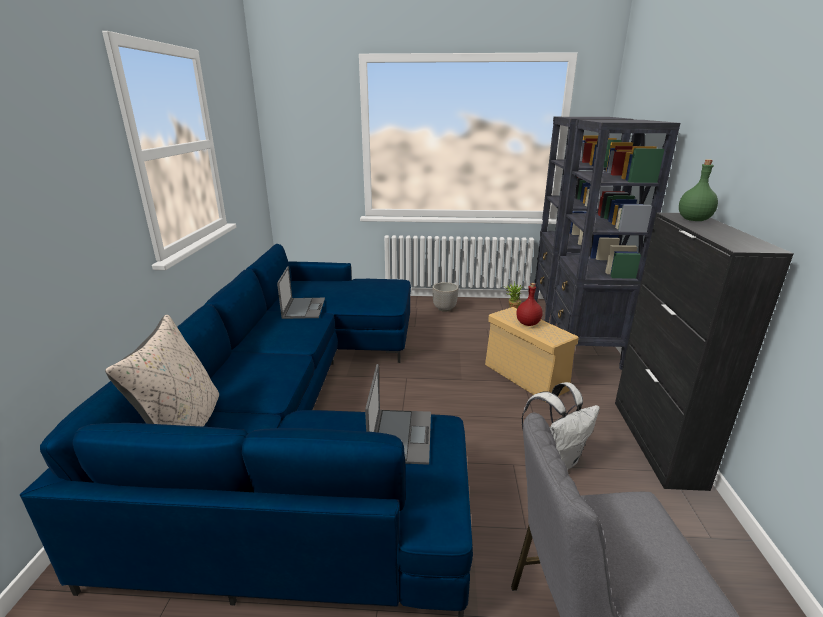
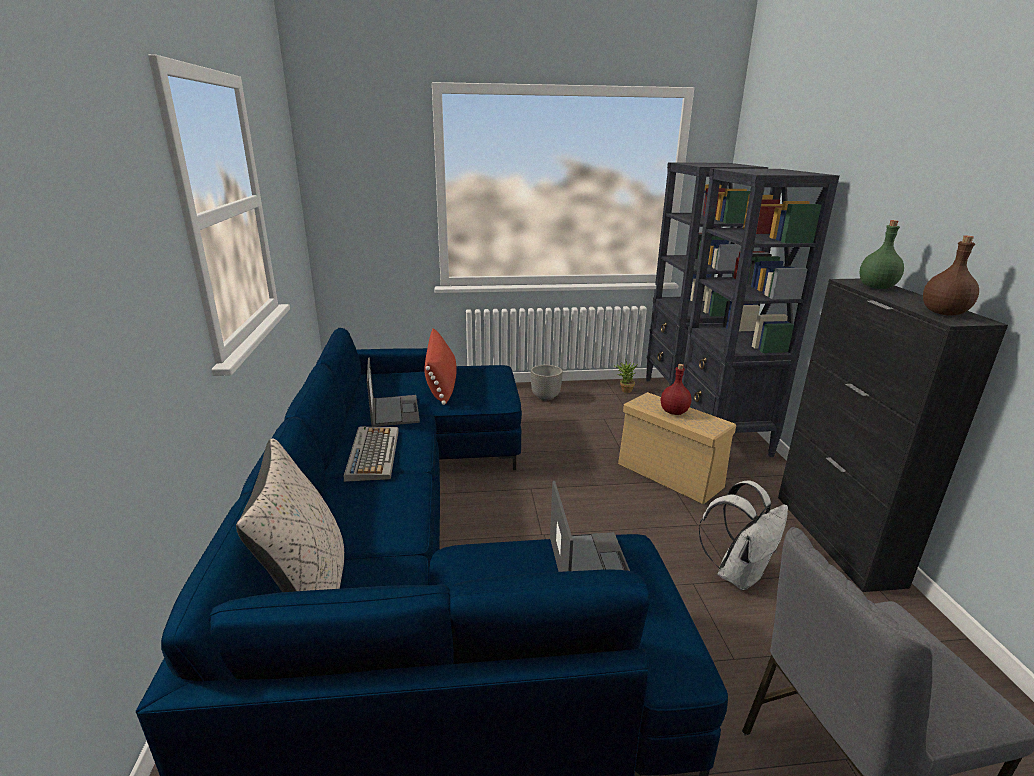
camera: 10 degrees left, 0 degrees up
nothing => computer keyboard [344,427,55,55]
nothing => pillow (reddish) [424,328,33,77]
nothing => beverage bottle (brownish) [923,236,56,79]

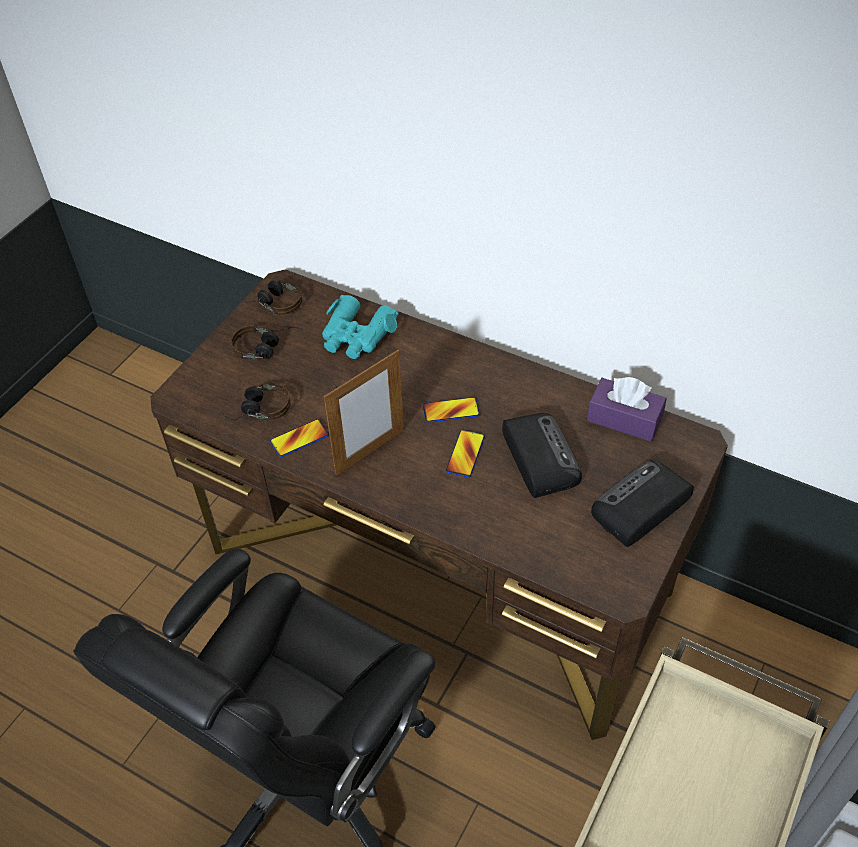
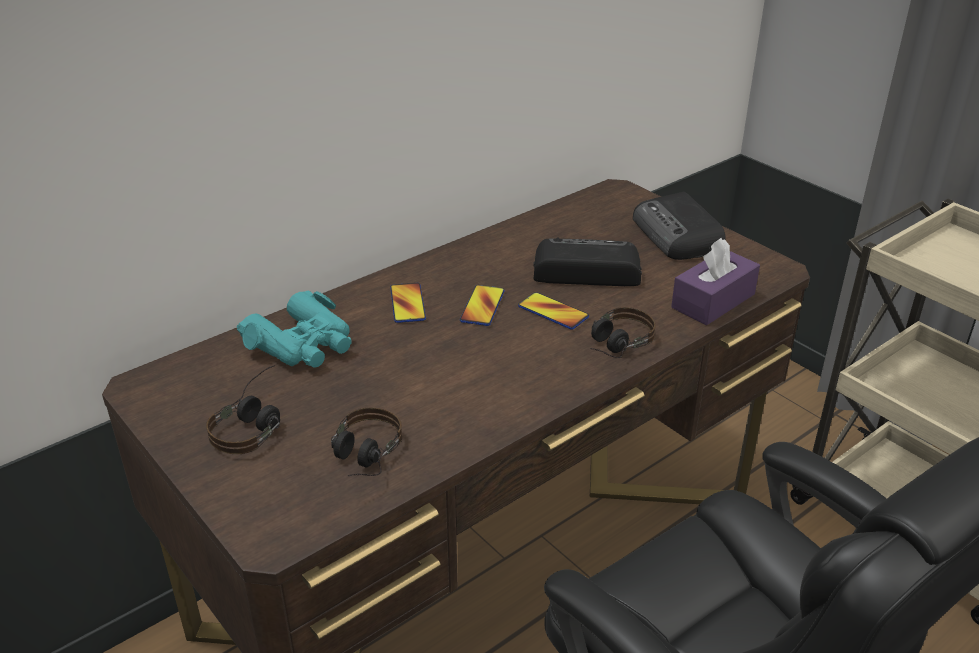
camera: 70 degrees left, 15 degrees down
photo frame [324,350,80,126] => nothing
headset [234,280,69,36] => headset [590,307,66,51], relocated
telephone [270,419,59,38] => telephone [390,283,36,40], relocated
box of tissues (purple-coloured) [587,377,80,64] => box of tissues (purple-coloured) [671,238,89,87], relocated

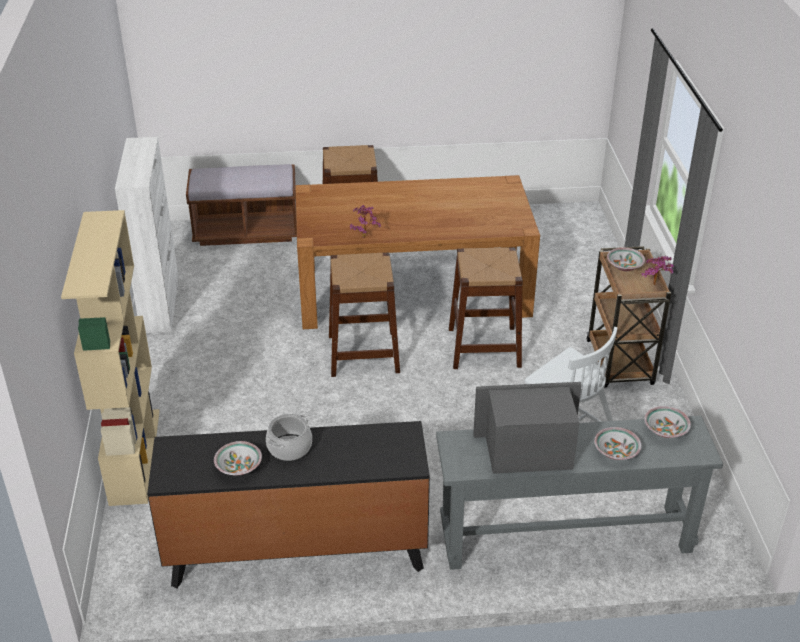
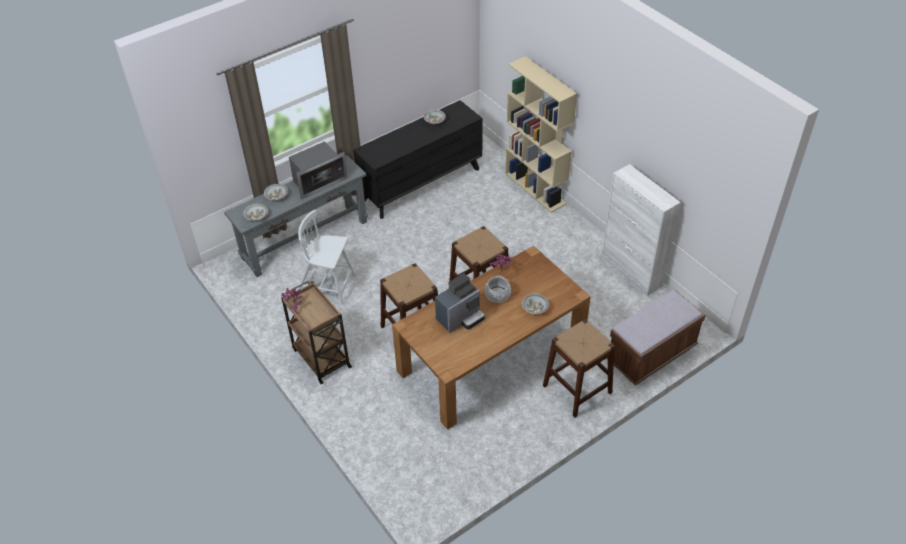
camera: 150 degrees right, 10 degrees up
nothing => coffee machine [435,273,50,60]
cooking pot [266,414,46,47] => cooking pot [485,275,26,28], relocated
bowl [607,248,38,23] => bowl [522,294,27,20], relocated

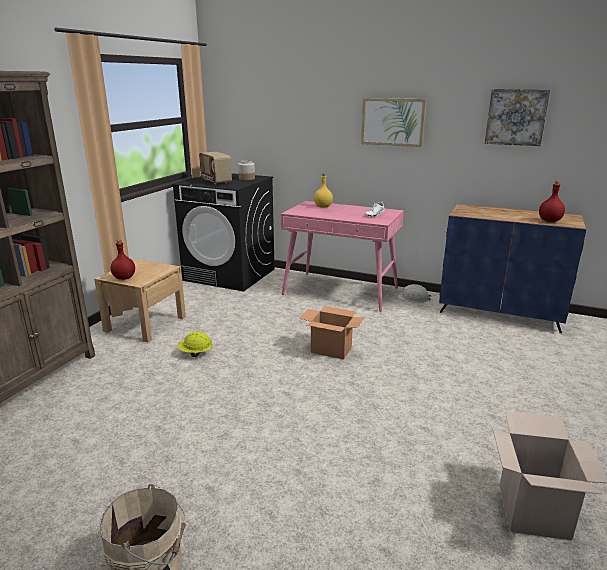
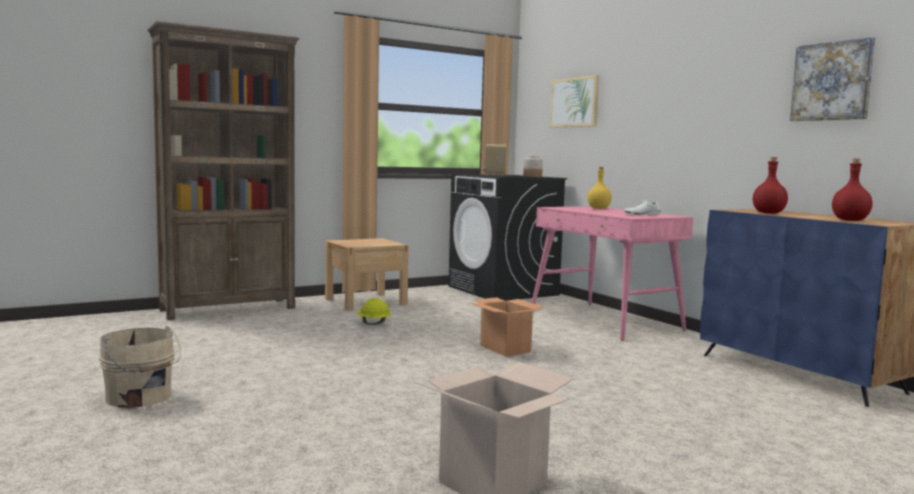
camera: 35 degrees right, 15 degrees down
safety helmet (white) [397,284,34,19] => nothing
beverage bottle (reddish) [111,240,24,40] => beverage bottle (reddish) [753,157,35,57], relocated
wall picture [361,98,65,49] => wall picture [550,75,49,53], relocated

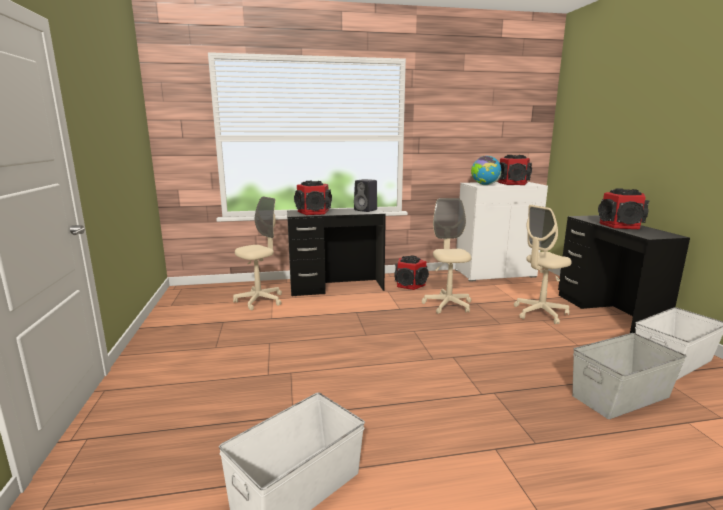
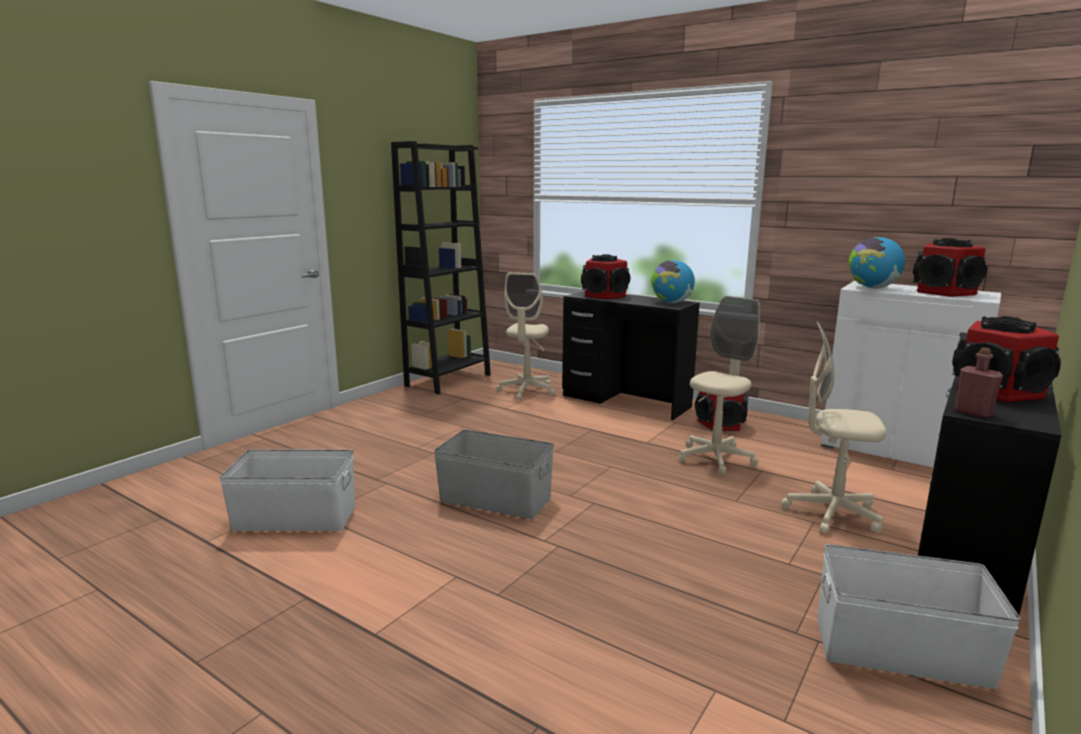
camera: 45 degrees right, 0 degrees up
nothing => bookshelf (black-coloured) [391,141,100,254]
nothing => beverage bottle (reddish) [955,348,48,70]
storage box (grey) [572,333,114,86] => storage box (grey) [434,429,120,90], relocated
loudspeaker (black-coloured) [354,179,23,33] => world globe [651,260,44,43]
computer chair (beige-coloured) [233,196,49,115] => computer chair (beige-coloured) [496,272,58,128], 105 degrees clockwise

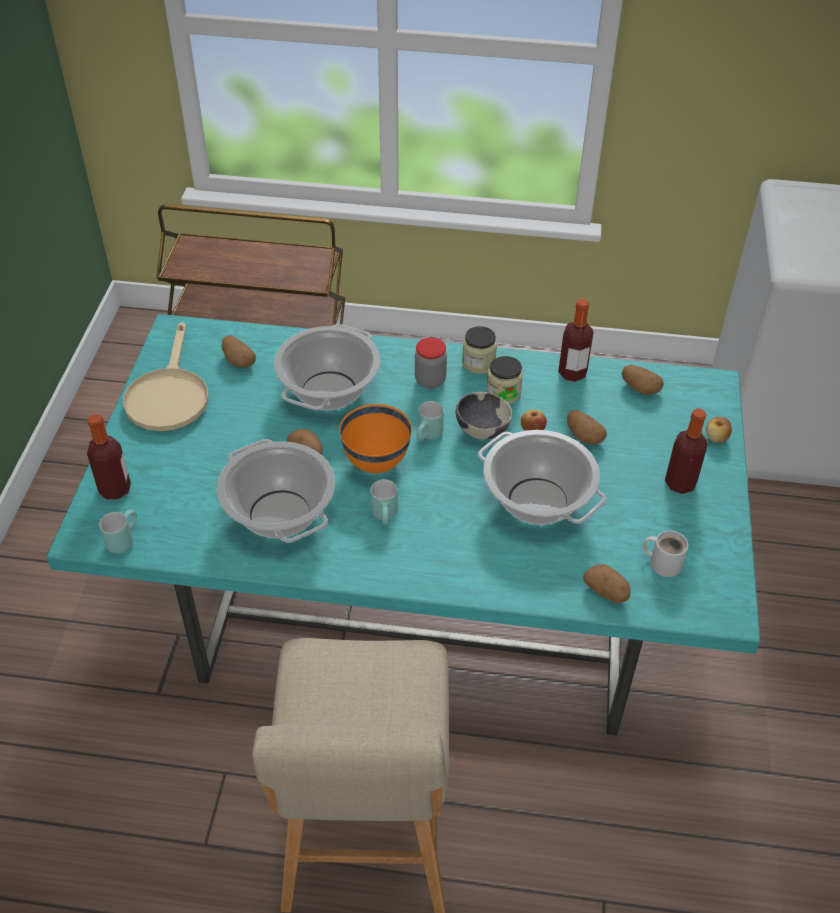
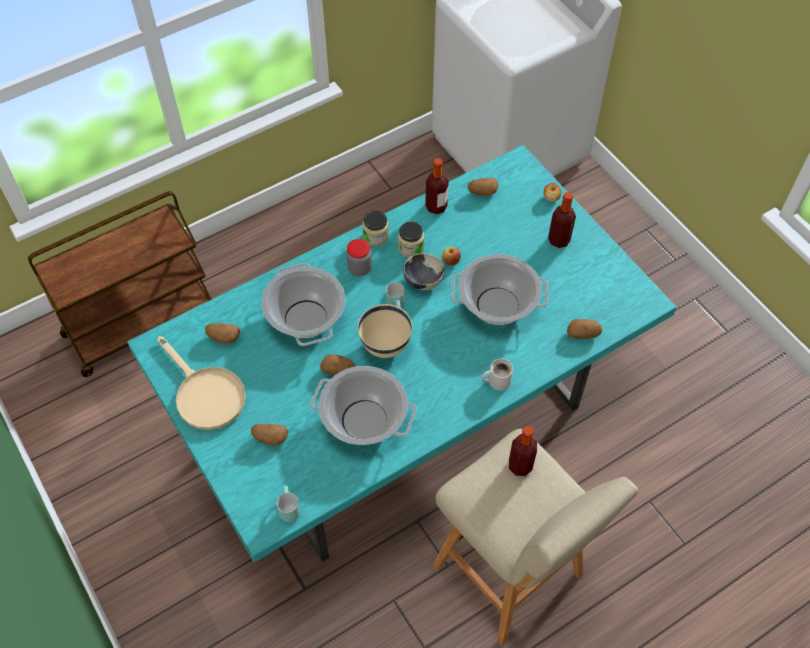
camera: 40 degrees left, 10 degrees up
mug (blue-green) [370,479,28,46] => nothing
beverage bottle [87,414,44,85] => beverage bottle [509,426,28,50], relocated
spud [567,410,40,34] => spud [251,424,37,22], relocated
mug (white) [643,530,45,47] => mug (white) [481,358,32,32], relocated
bowl (orange-coloured) [339,404,73,69] => bowl (beige-coloured) [358,304,54,54]

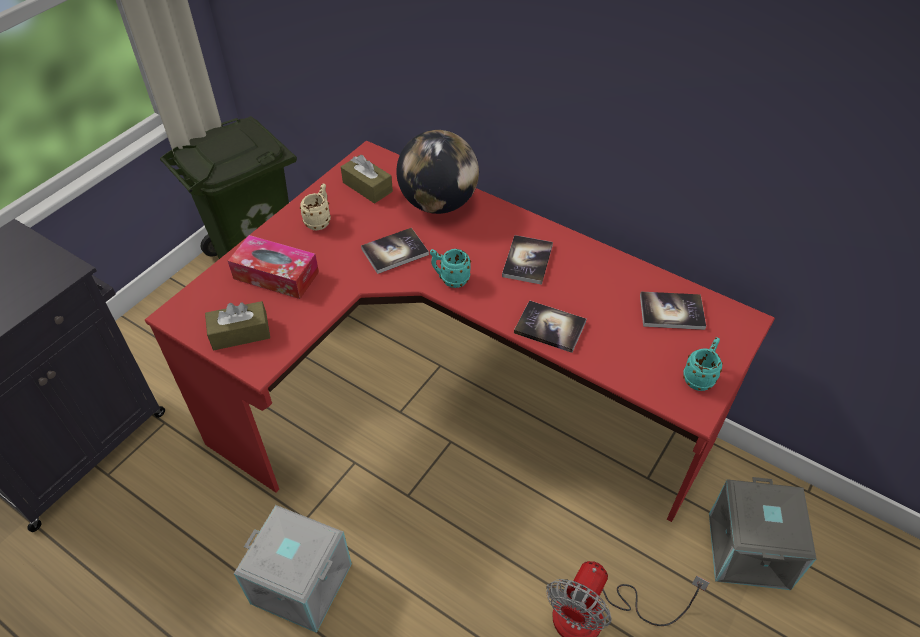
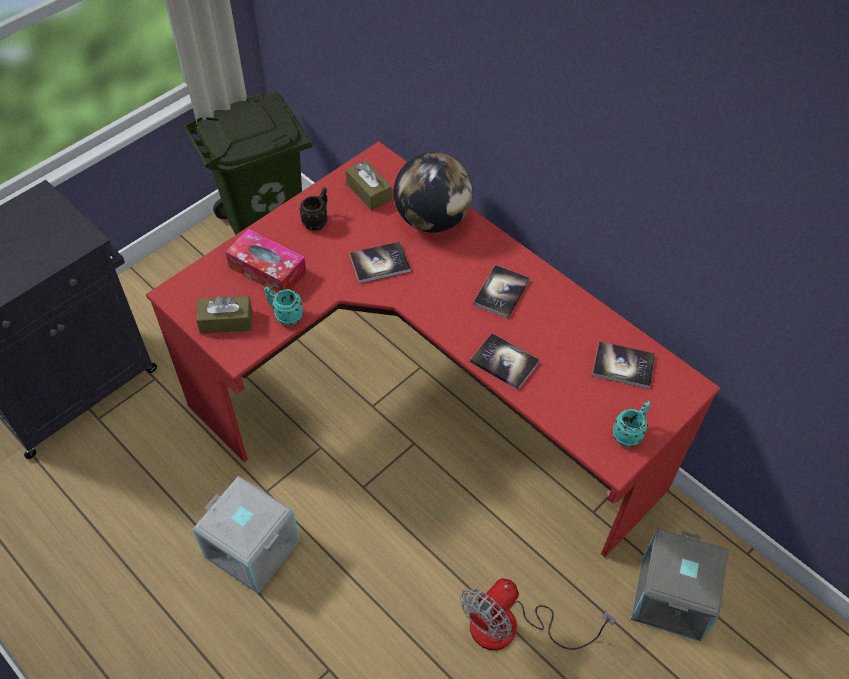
camera: 10 degrees right, 5 degrees up
mug (blue-green) [430,249,41,39] => mug (blue-green) [264,287,39,38], relocated
mug (beige-coloured) [300,183,31,47] => mug (black-coloured) [299,187,29,43]

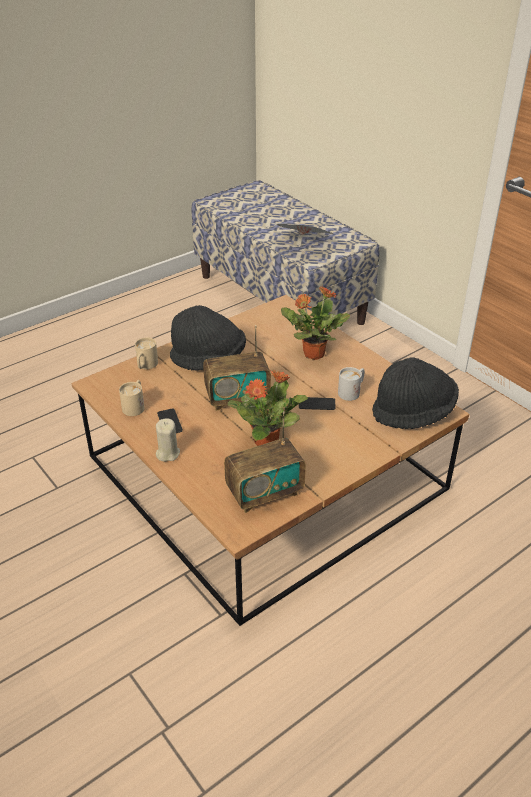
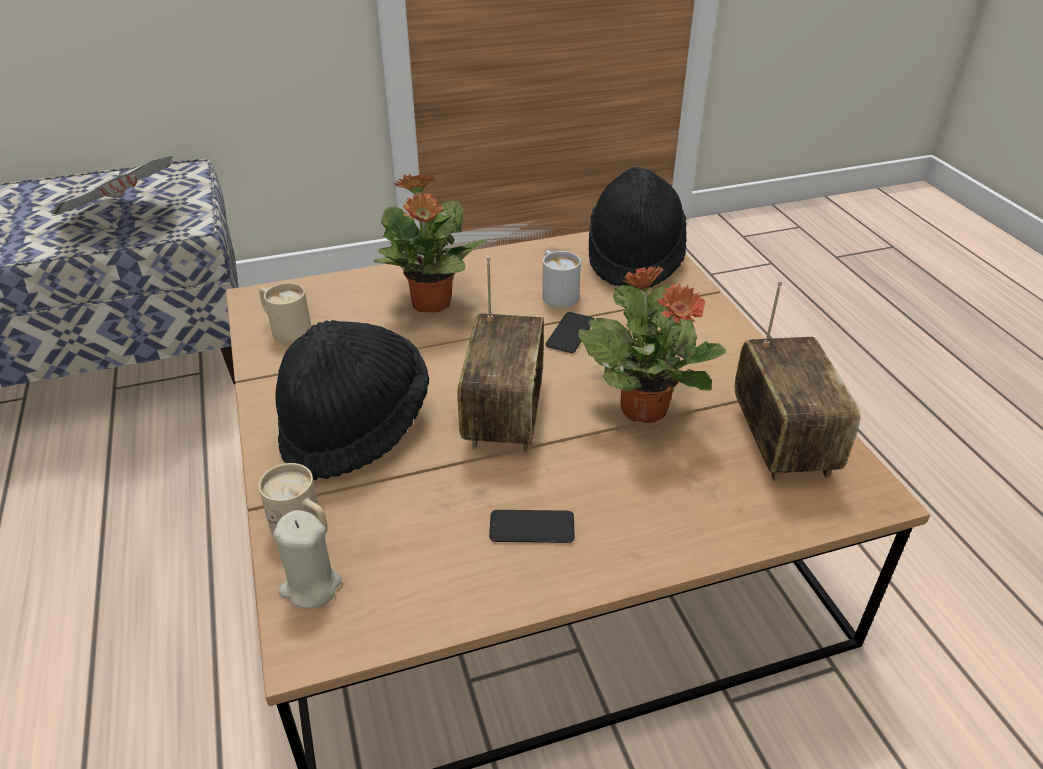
camera: 70 degrees left, 0 degrees up
mug (beige-coloured) [119,380,25,36] => mug (beige-coloured) [259,283,52,60], relocated
wax light (beige-coloured) [156,418,24,44] => wax light (beige-coloured) [273,510,69,98], relocated

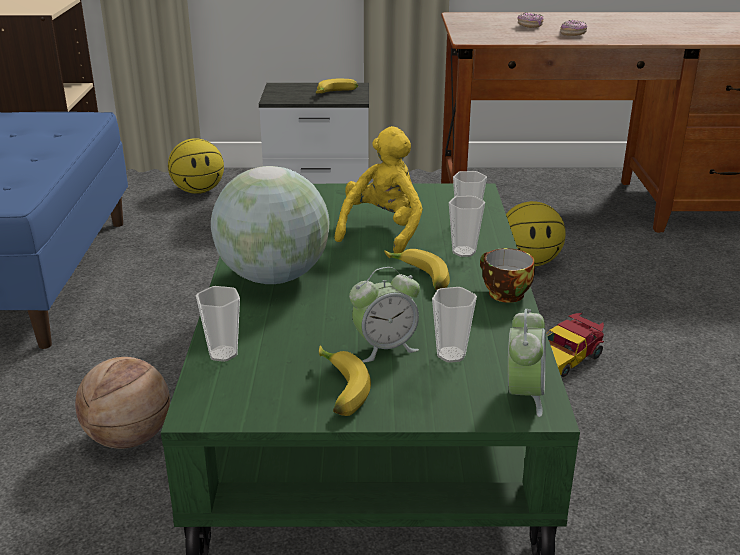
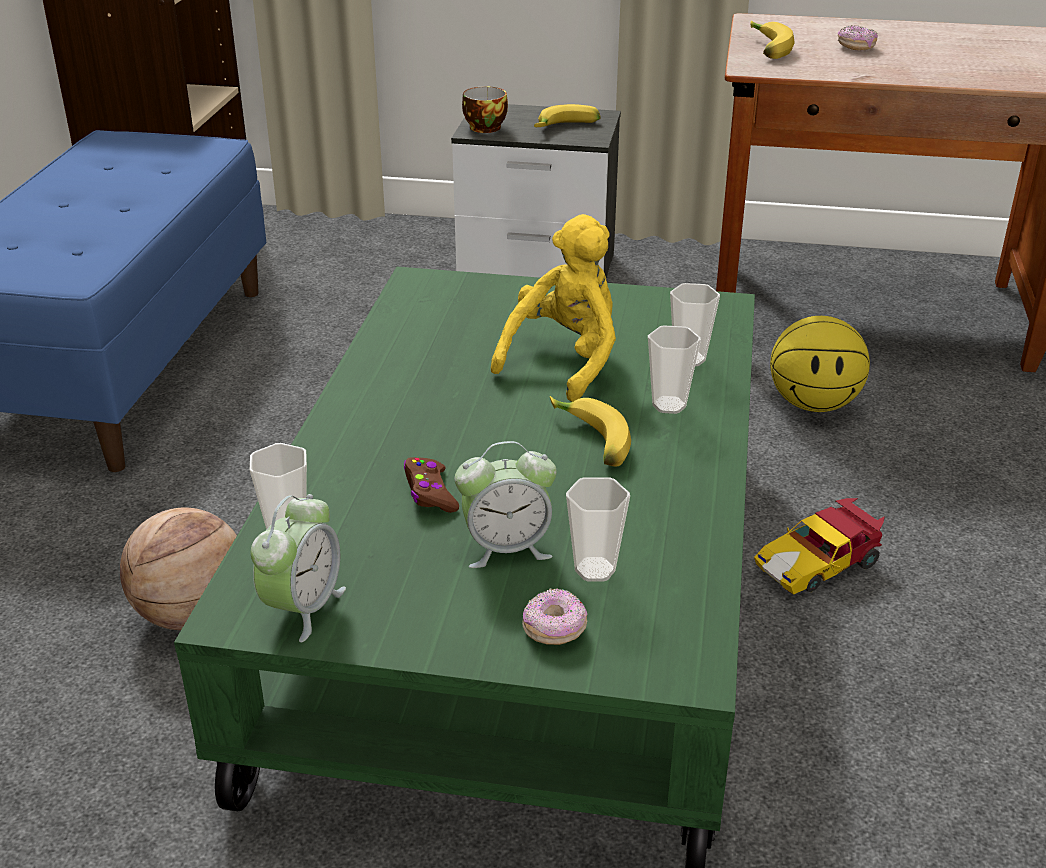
camera: 10 degrees right, 5 degrees up
ball for basketball [168,138,56,56] => nothing
world globe [211,166,119,118] => nothing
nothing => game controller (brownish) [404,457,55,56]
whole banana [319,345,52,71] => whole banana [750,21,44,38], relocated
drinking cup [480,248,55,55] => drinking cup [462,86,46,47], relocated
bedside clock [508,309,38,108] => bedside clock [251,494,95,148], relocated
ring doughnut [560,20,27,16] => ring doughnut [522,588,65,57], relocated

